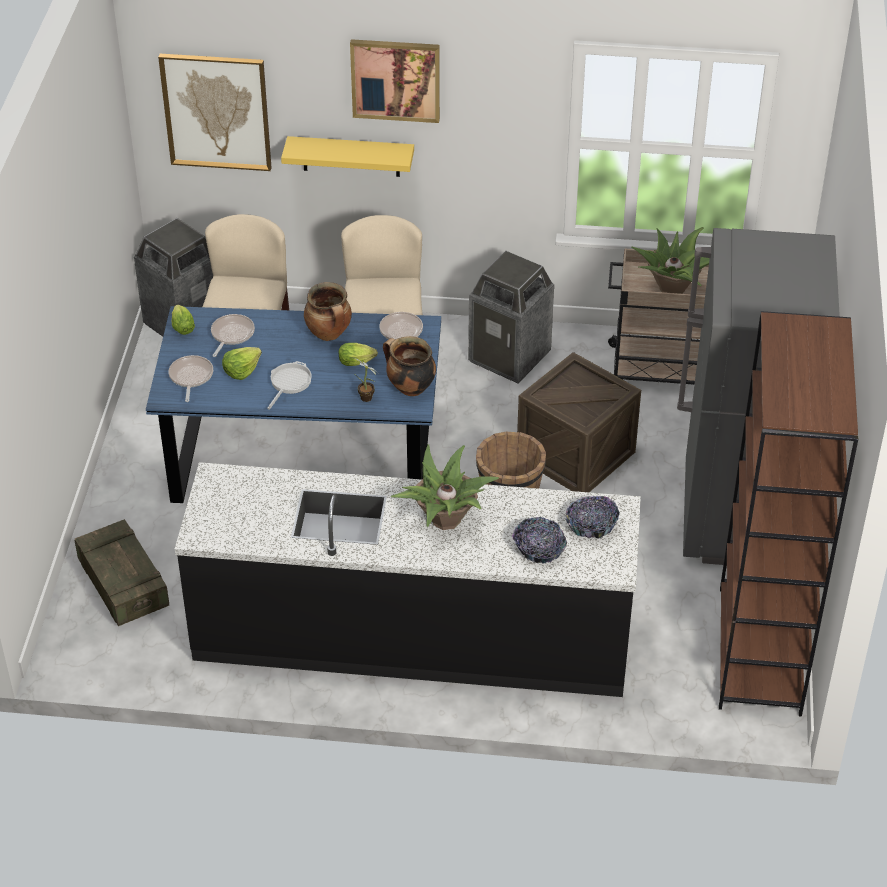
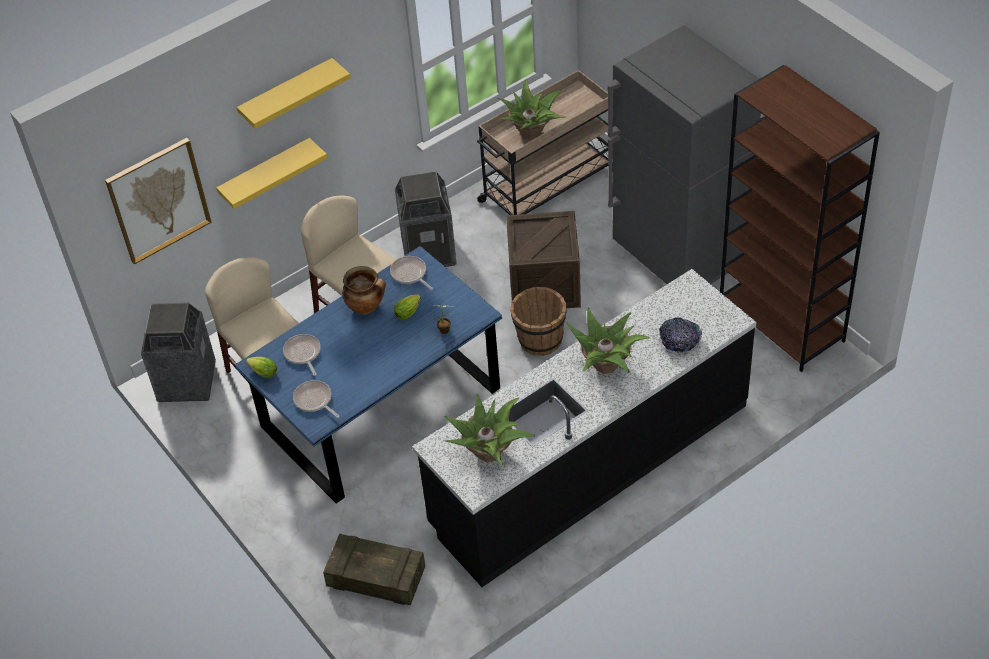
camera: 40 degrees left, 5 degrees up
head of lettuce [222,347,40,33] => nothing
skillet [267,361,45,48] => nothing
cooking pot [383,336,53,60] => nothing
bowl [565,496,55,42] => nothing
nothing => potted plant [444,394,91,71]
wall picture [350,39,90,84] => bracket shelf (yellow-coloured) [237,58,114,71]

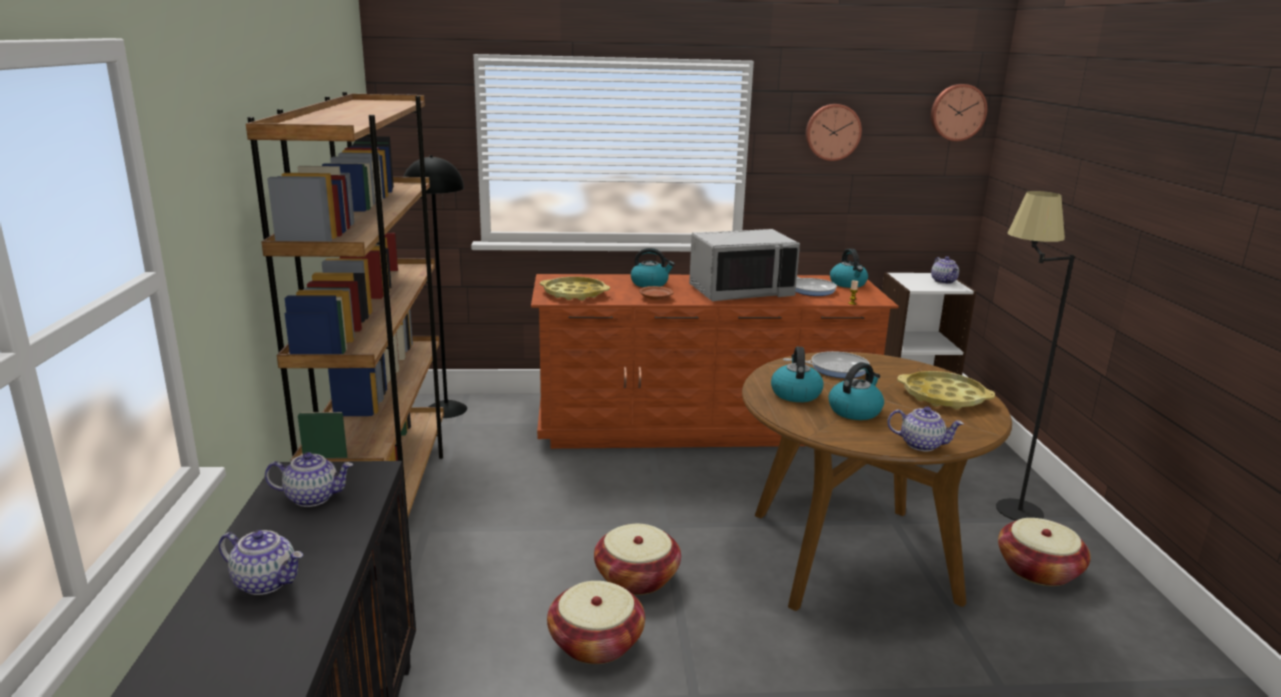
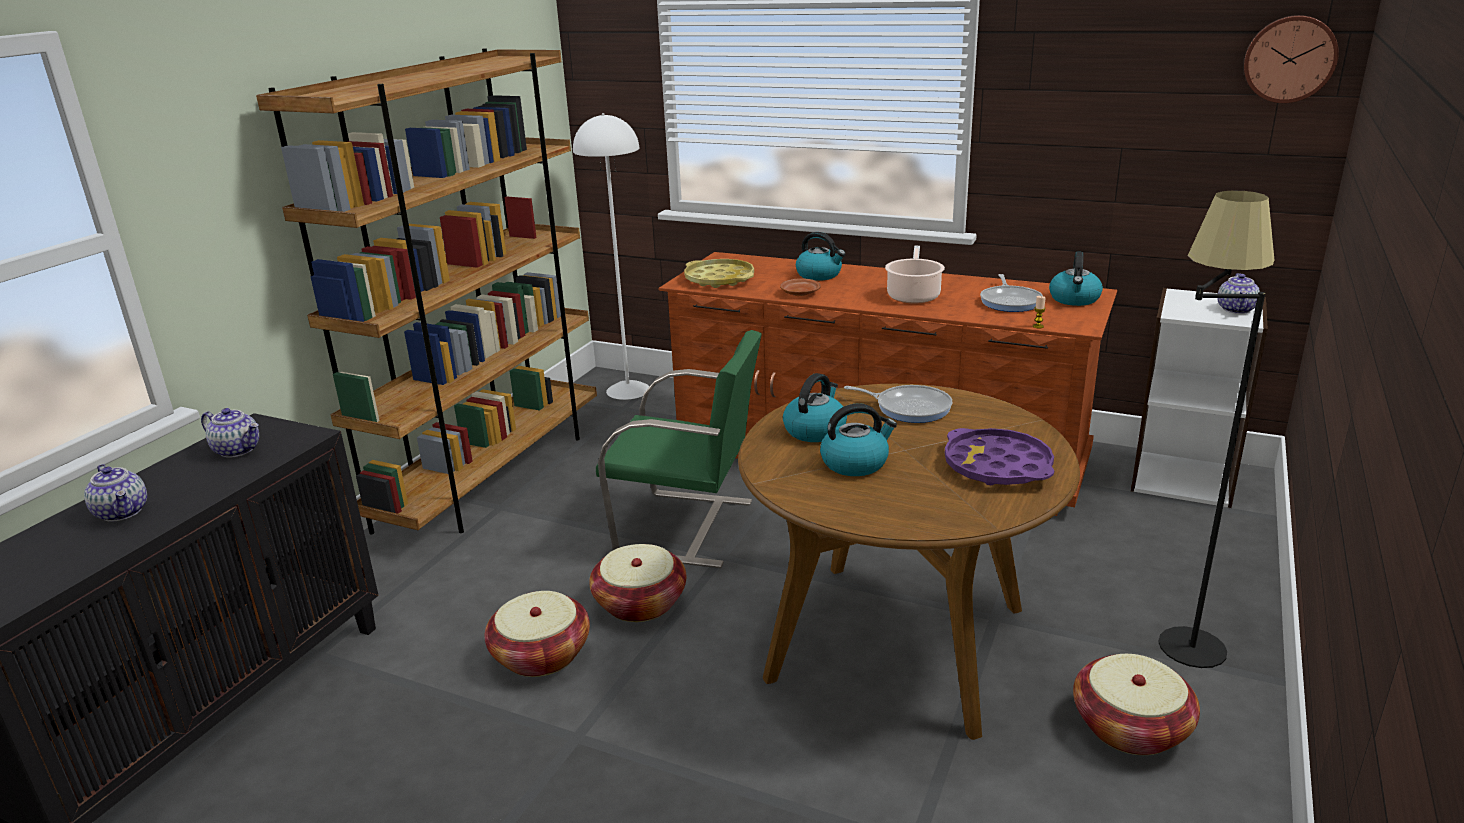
camera: 30 degrees right, 5 degrees up
wall clock [806,104,56,57] => nothing
teapot [887,407,77,44] => nothing
nothing => plain chair (green-coloured) [596,330,166,238]
kitchen microwave (grey) [689,229,111,72] => cooking pot [885,246,60,58]
standing lamp (black-coloured) [403,155,64,263] => standing lamp (white) [573,113,76,287]
serving tray (yellow-coloured) [897,371,98,38] => serving tray (purple-coloured) [945,428,109,58]

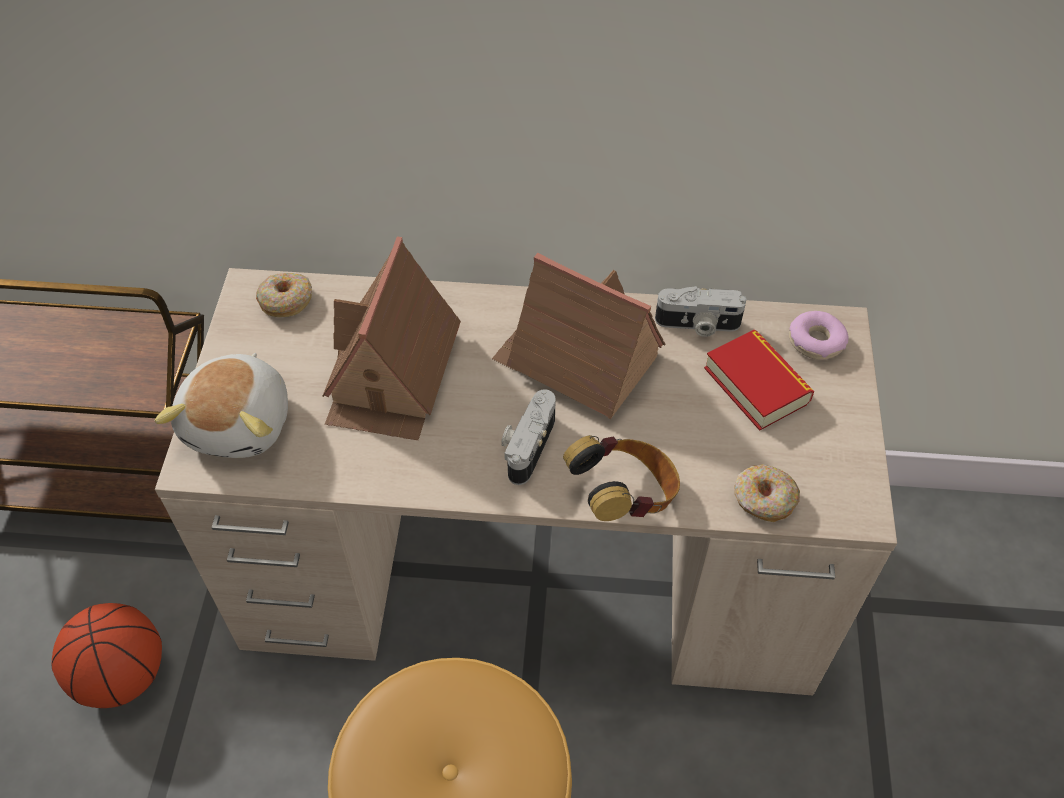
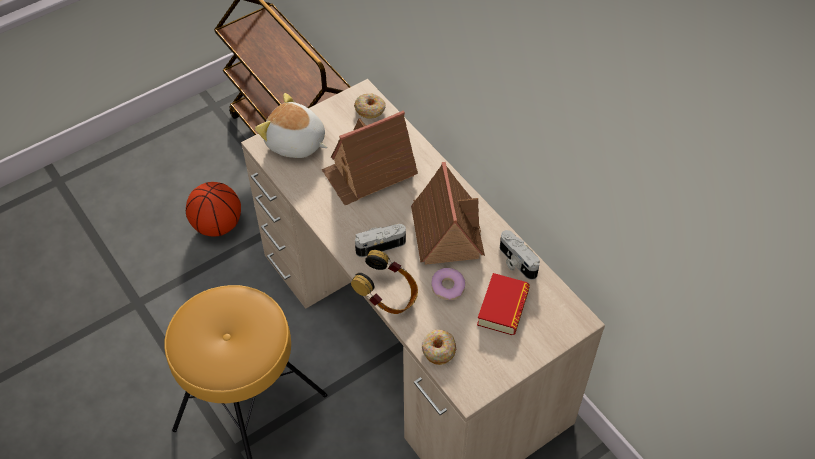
camera: 50 degrees right, 0 degrees up
ring doughnut [789,311,60,49] => ring doughnut [431,268,34,32], relocated
cuddly toy [155,353,133,105] => cuddly toy [255,93,72,65], 60 degrees clockwise

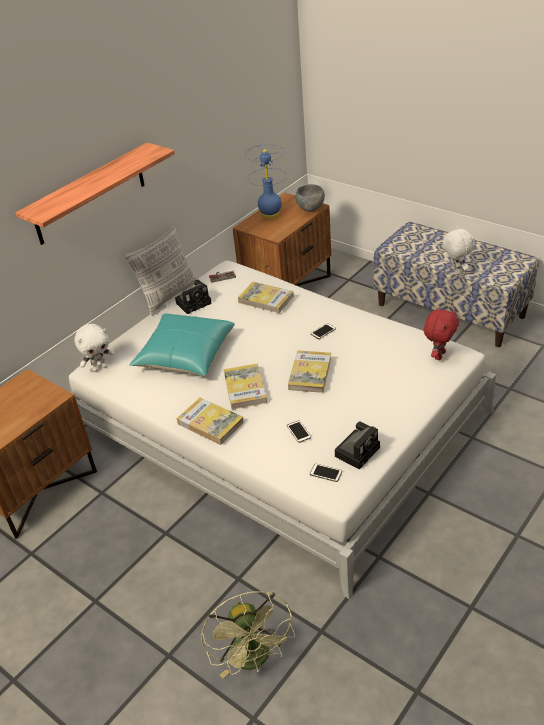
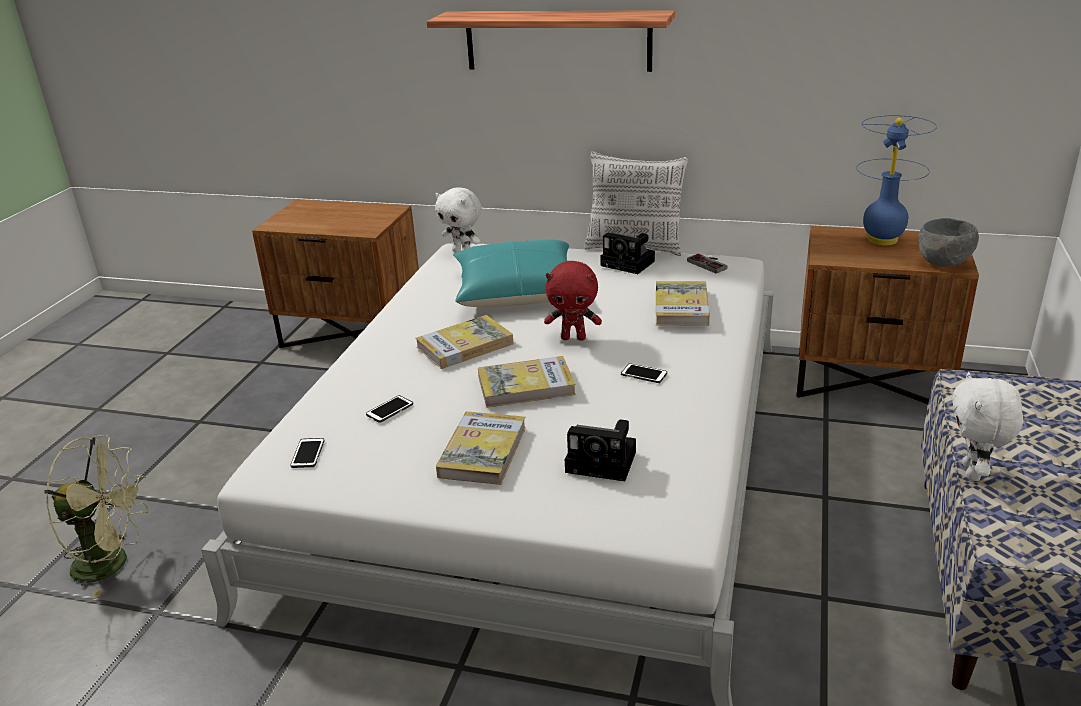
camera: 65 degrees right, 10 degrees down
bound book [177,398,67,47] => bound book [436,411,90,74], relocated
photo camera [335,422,45,47] => photo camera [565,419,71,62], relocated
cuddly toy (reddish) [424,309,35,51] => cuddly toy (reddish) [544,261,58,80], relocated
electric fan (green-coloured) [201,591,94,87] => electric fan (green-coloured) [45,435,103,164], 135 degrees counterclockwise
cuddly toy (white) [442,226,33,48] => cuddly toy (white) [952,372,71,109], 150 degrees clockwise

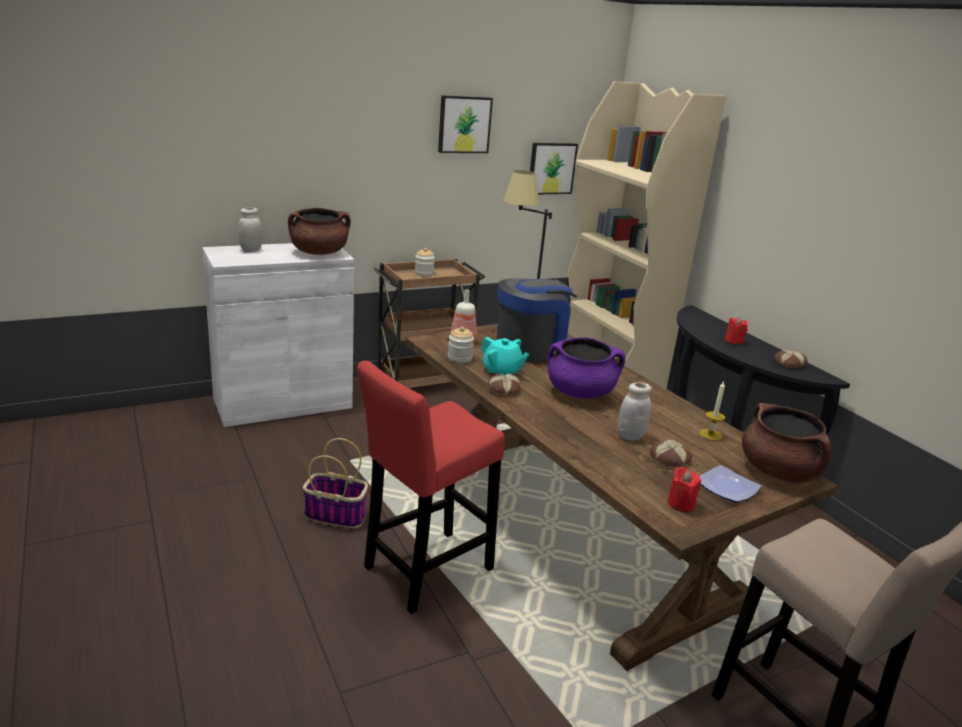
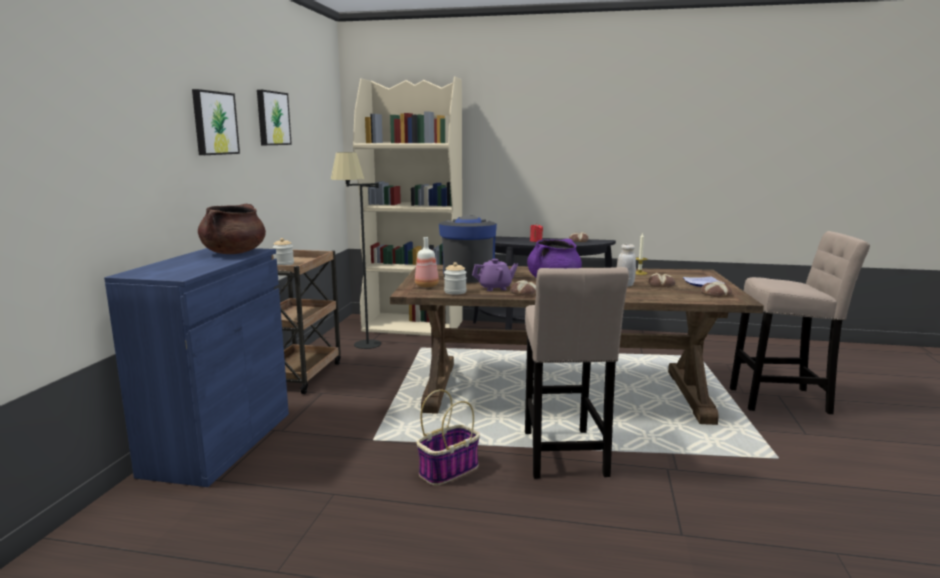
camera: 50 degrees left, 10 degrees down
jar (white) [238,207,24,45] => nothing
cooking pot (brownish) [742,403,90,80] => nothing
wall picture [530,143,48,51] => wall picture [192,89,48,66], relocated
wax light (reddish) [668,467,33,45] => baked bread [701,281,31,16]
cupboard (white) [202,243,152,184] => cupboard (bluish) [104,248,185,239]
stool seat (reddish) [357,360,148,254] => stool seat (beige-coloured) [525,267,104,212]
teapot (blue-green) [481,337,48,39] => teapot (purple-coloured) [472,259,46,32]

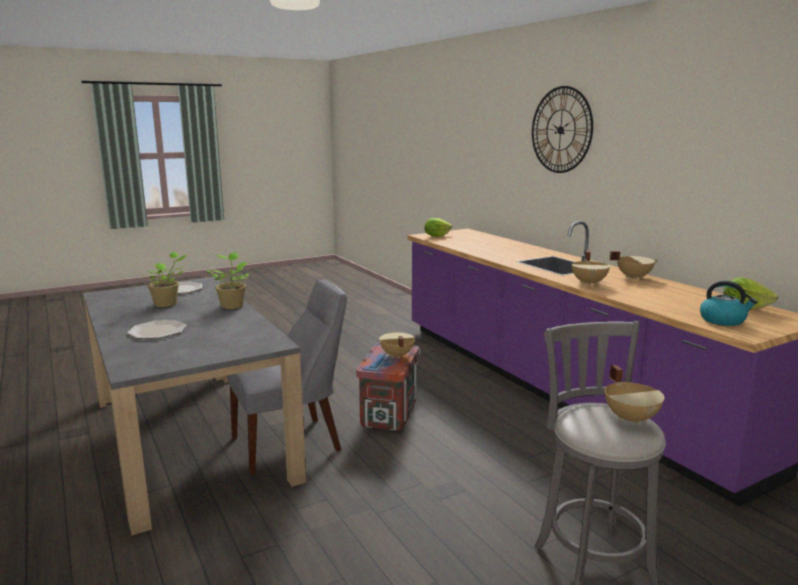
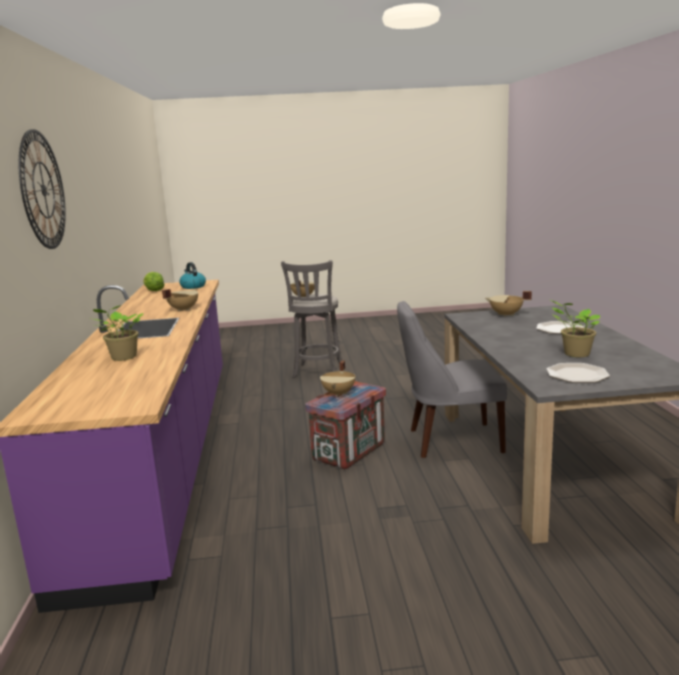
camera: 155 degrees left, 0 degrees up
head of lettuce [425,218,27,19] => nothing
potted plant [206,252,43,57] => potted plant [93,305,50,56], relocated
cooking pot (beige-coloured) [610,251,48,29] => cooking pot (beige-coloured) [486,291,46,26], relocated

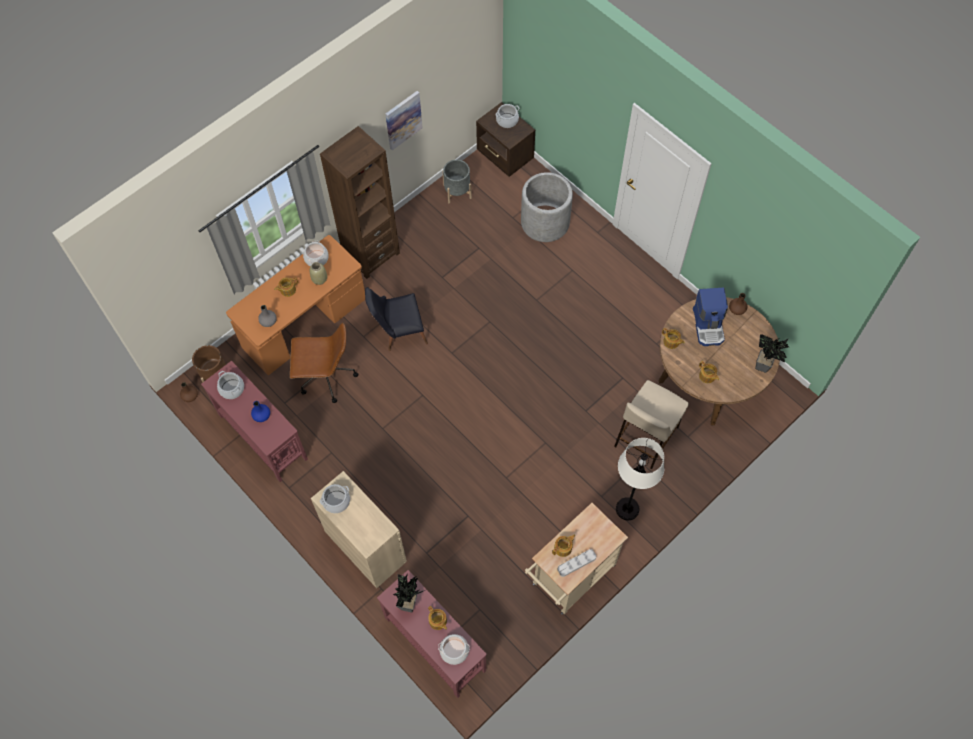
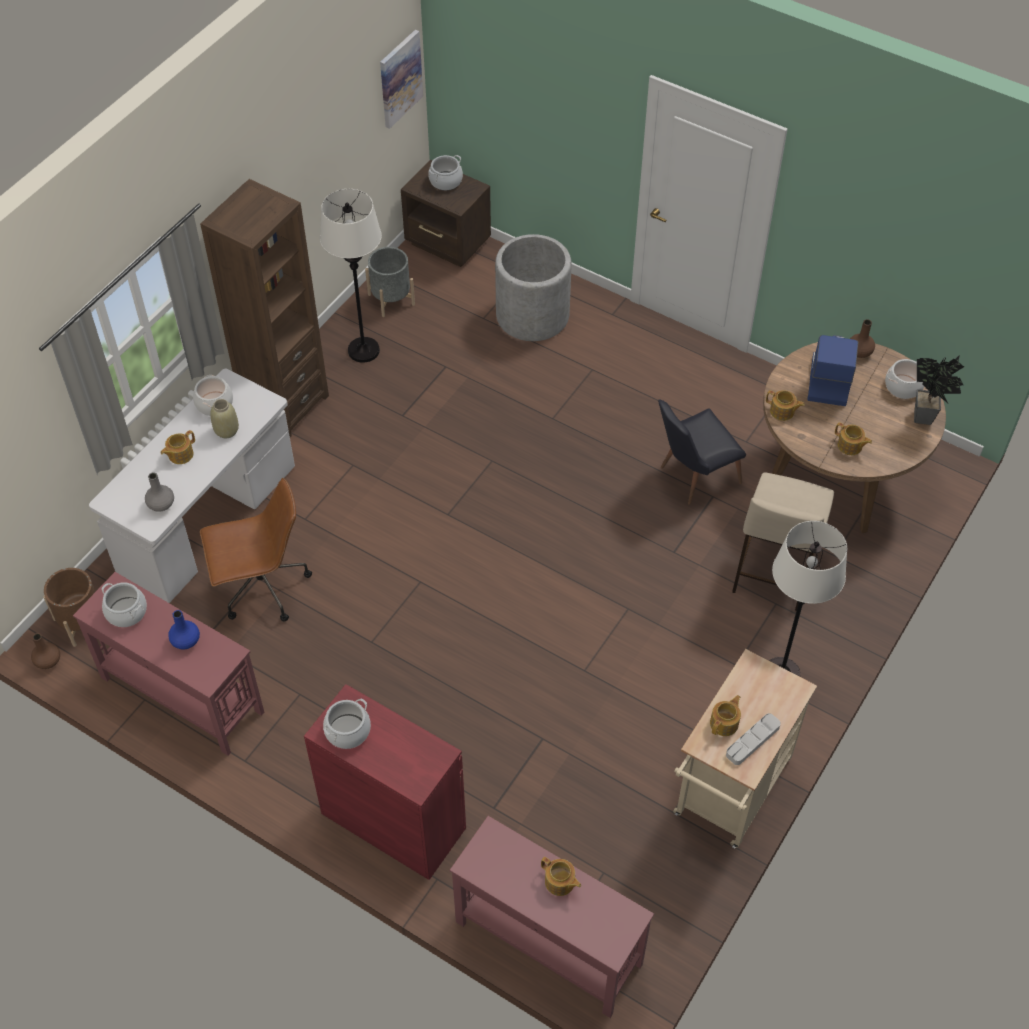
camera: 15 degrees left, 10 degrees down
potted plant [393,573,32,40] => nothing
nothing => standing lamp (white) [320,189,62,174]
plain chair (black-coloured) [365,287,63,64] => plain chair (black-coloured) [658,399,88,106], relocated
wall picture [385,91,38,59] => wall picture [380,30,43,99], relocated
cooking pot [438,634,32,31] => cooking pot [885,359,39,40], relocated
desk (orange-coloured) [226,235,139,140] => desk (white) [89,369,206,234]
cupboard (beige-coloured) [311,471,96,117] => cupboard (reddish) [304,684,162,196]
coffee machine [693,288,35,58] => coffee machine [807,335,51,71], 150 degrees counterclockwise

